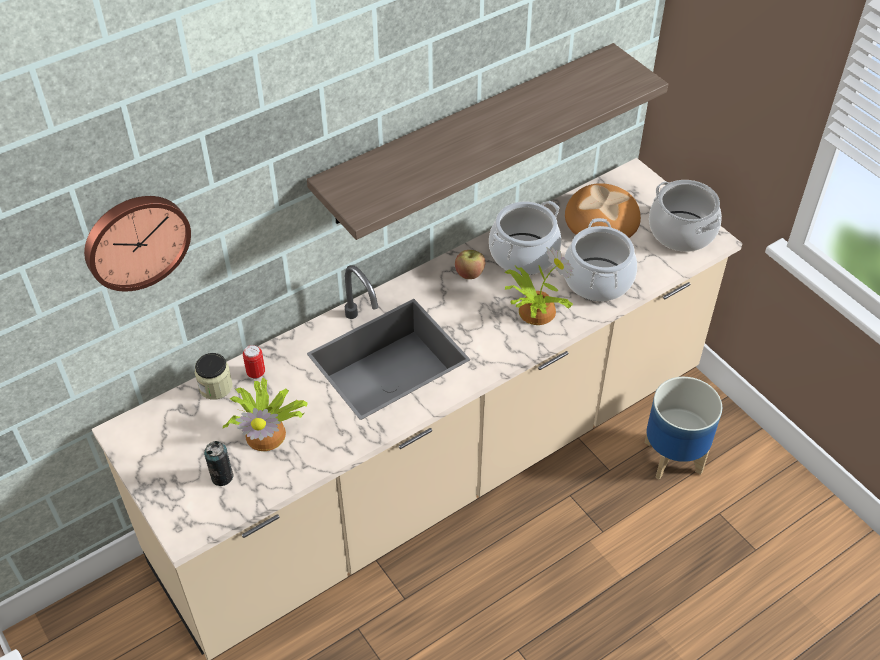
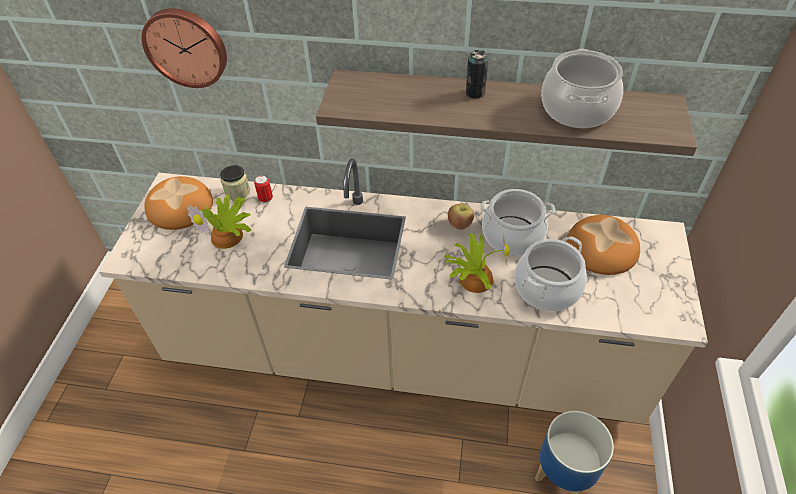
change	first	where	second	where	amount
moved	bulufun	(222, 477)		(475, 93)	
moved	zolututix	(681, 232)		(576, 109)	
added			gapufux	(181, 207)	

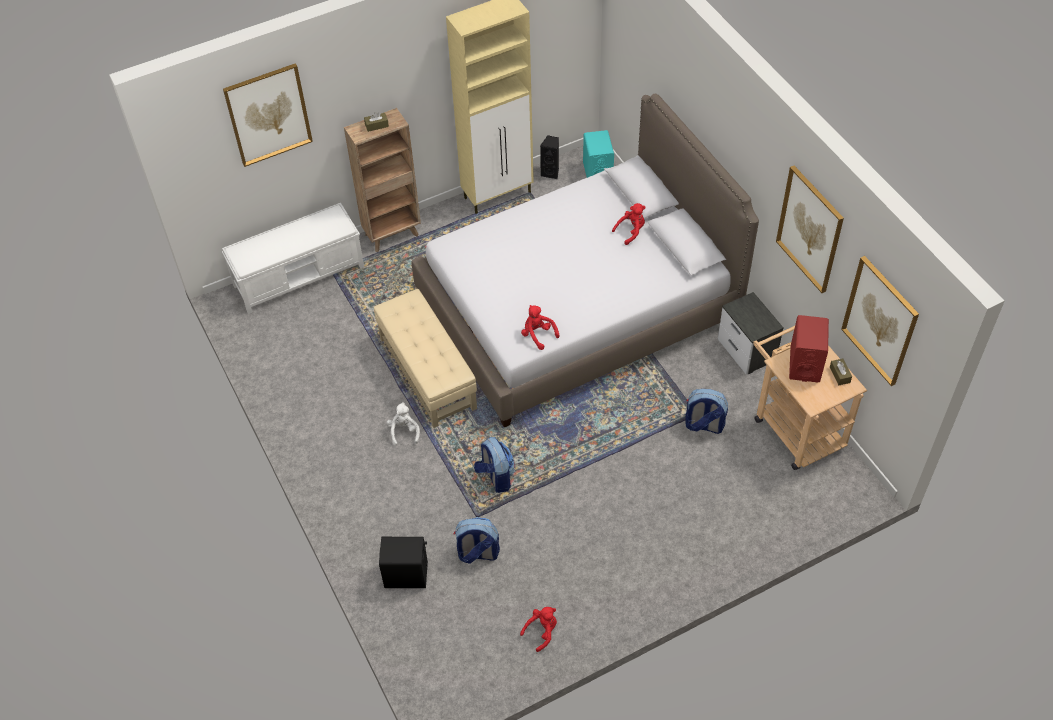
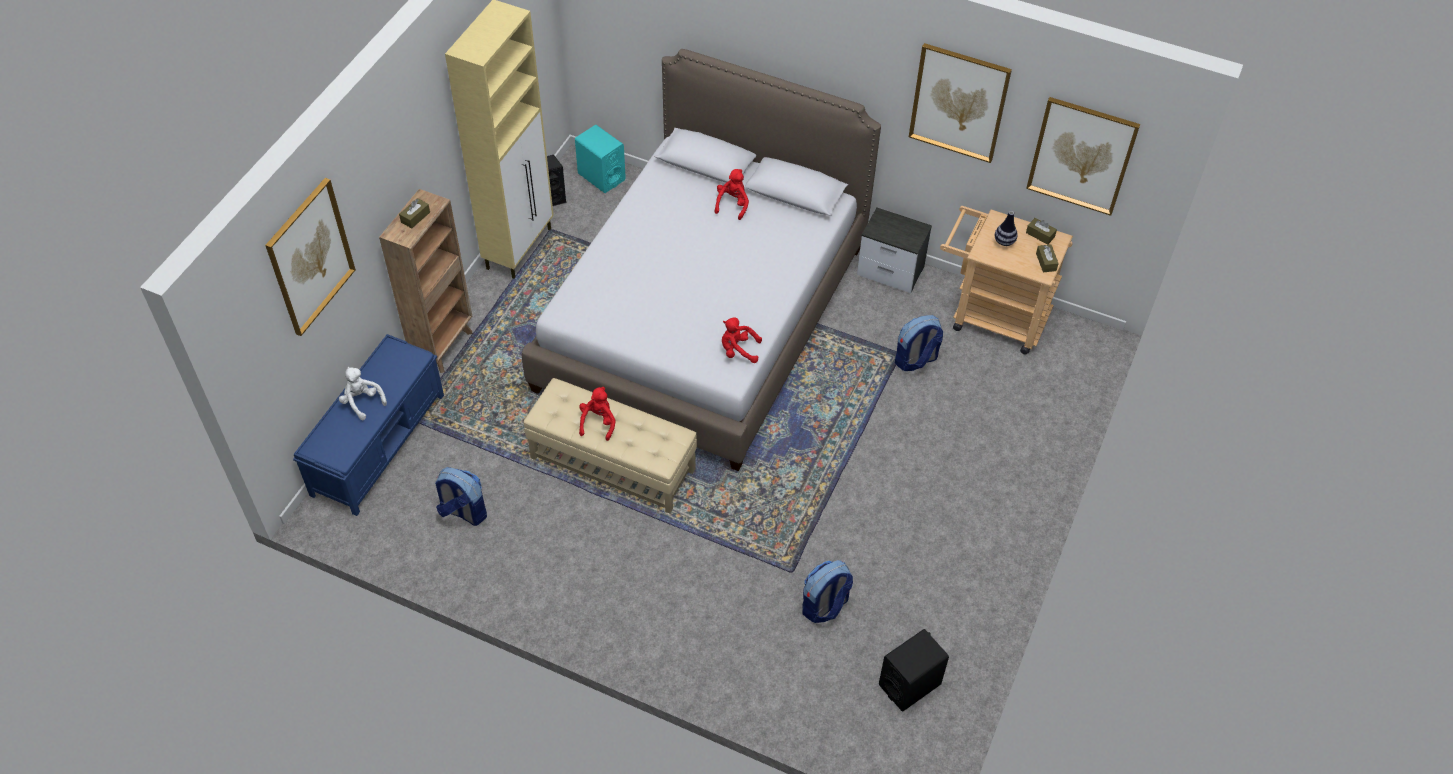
change	first	where	second	where	amount
recoloured	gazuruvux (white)	(300, 276)	gazuruvux (blue)	(379, 443)	
moved	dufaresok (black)	(406, 575)		(909, 684)	
moved	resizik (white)	(404, 431)		(362, 402)	
moved	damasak	(495, 477)		(463, 512)	
moved	resizik (red)	(542, 631)		(598, 422)	
replaced	dufaresok (red)	(804, 364)	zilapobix	(1004, 241)	
added			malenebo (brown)	(1046, 262)	

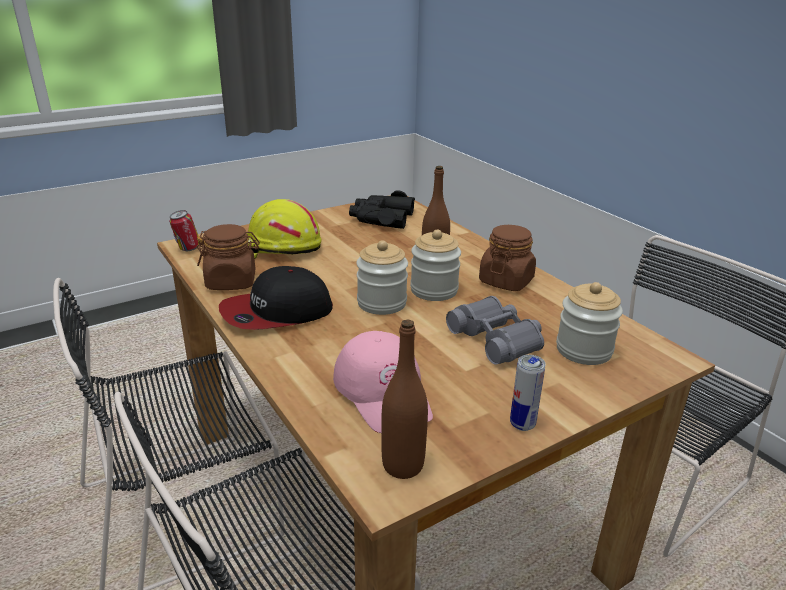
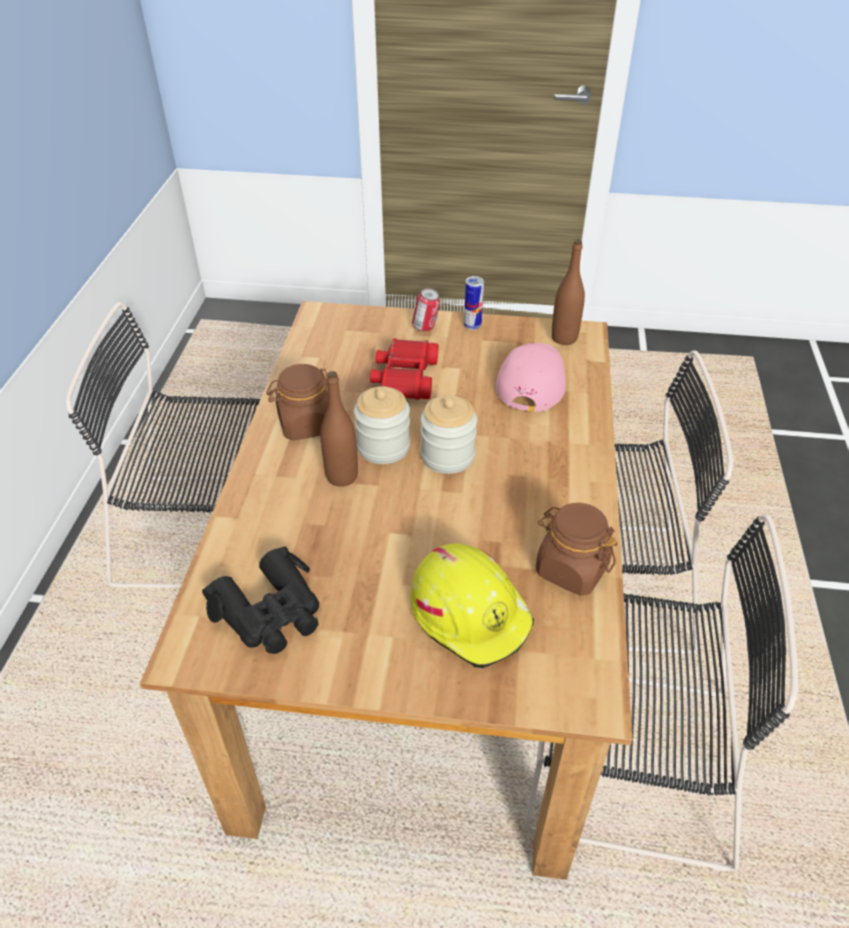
change	first	where	second	where	amount
moved	bulufun	(187, 249)		(426, 328)	
removed	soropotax	(276, 312)			
recoloured	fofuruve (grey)	(496, 339)	fofuruve (red)	(404, 378)	
removed	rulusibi	(583, 350)			

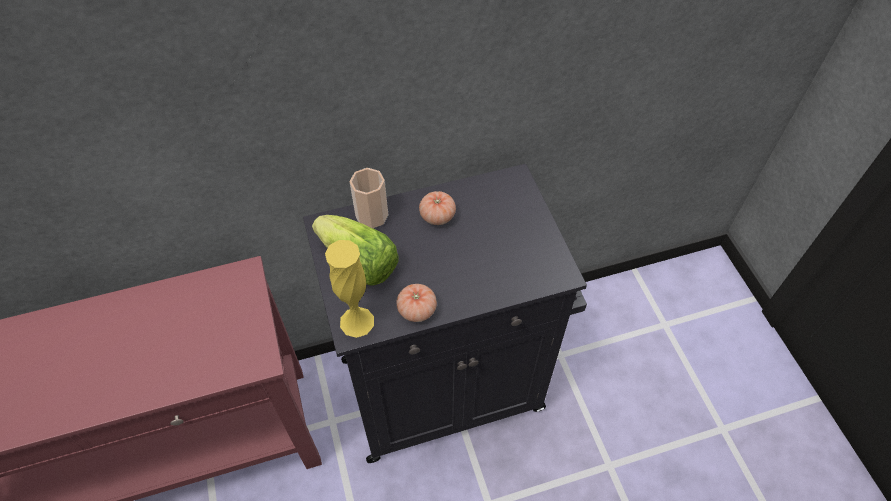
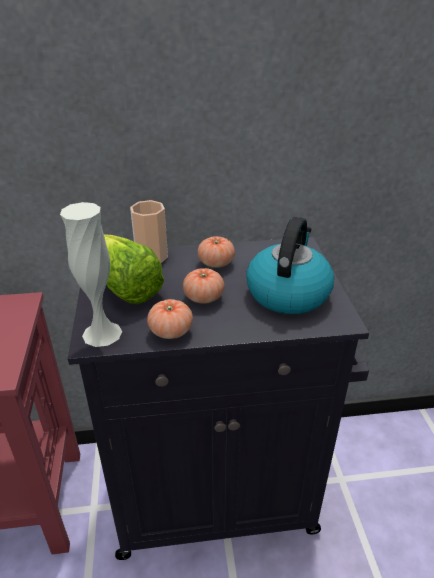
change	first	where	second	where	amount
recoloured	zilapobix (yellow)	(357, 321)	zilapobix (white)	(102, 333)	
added			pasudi	(203, 297)	
added			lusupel	(288, 292)	

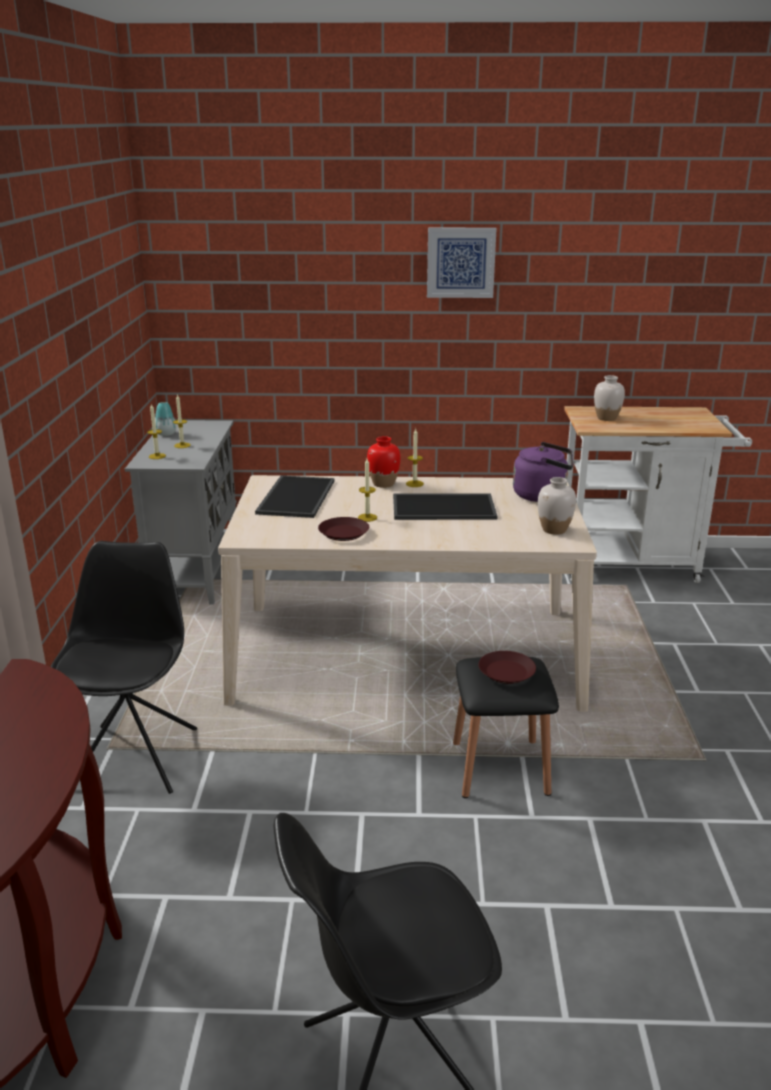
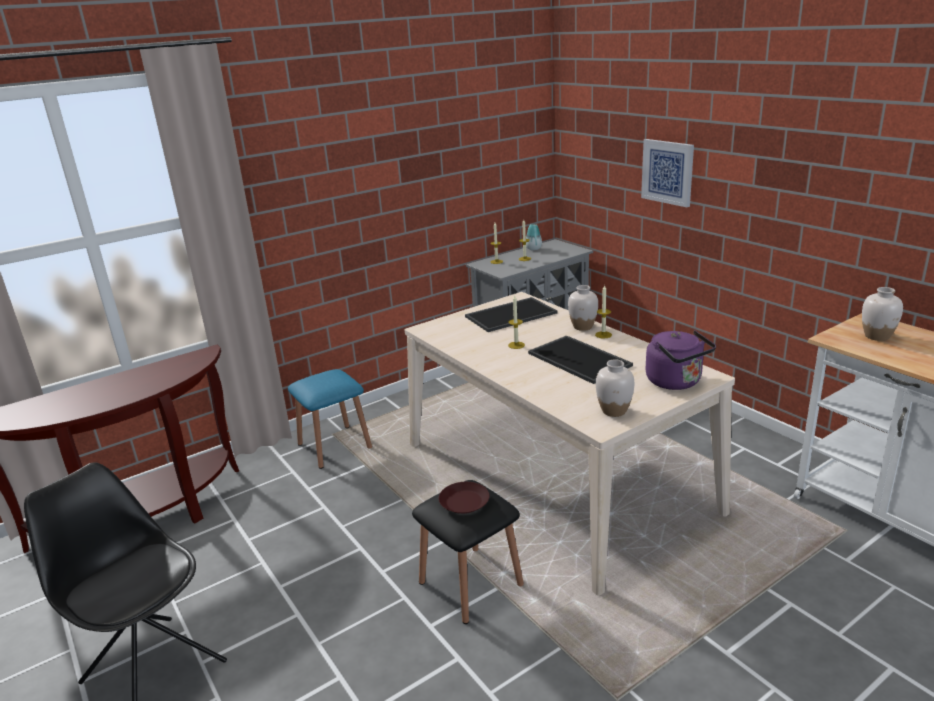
change	first	where	second	where	amount
replaced	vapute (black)	(136, 757)	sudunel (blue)	(334, 446)	
removed	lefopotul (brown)	(344, 533)			
recoloured	zilapobix (red)	(383, 484)	zilapobix (white)	(582, 327)	
moved	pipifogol	(460, 262)		(667, 172)	

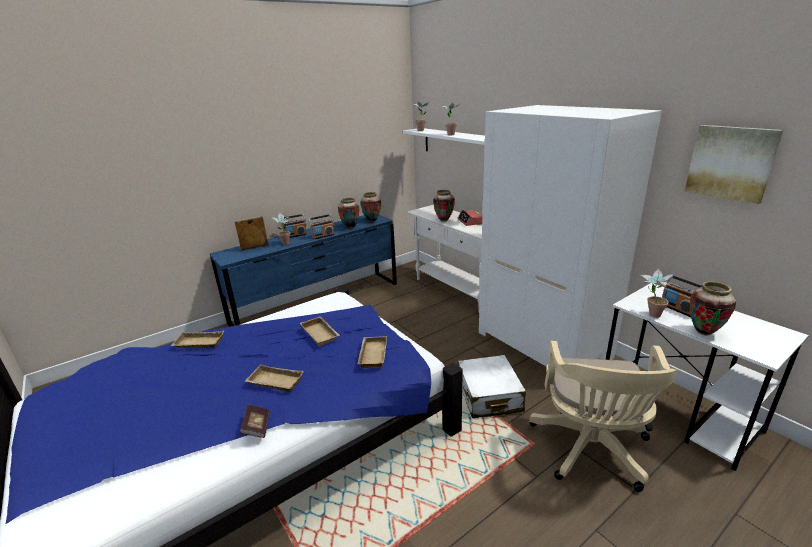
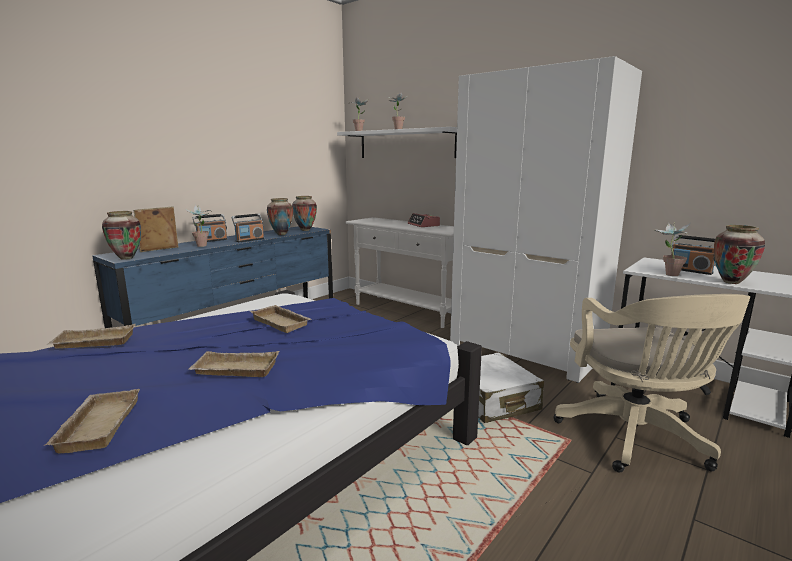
change	first	where	second	where	amount
removed	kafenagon	(257, 427)			
moved	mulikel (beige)	(372, 354)		(97, 425)	
moved	zilapobix	(444, 220)		(126, 258)	
removed	pipifogol	(730, 162)			

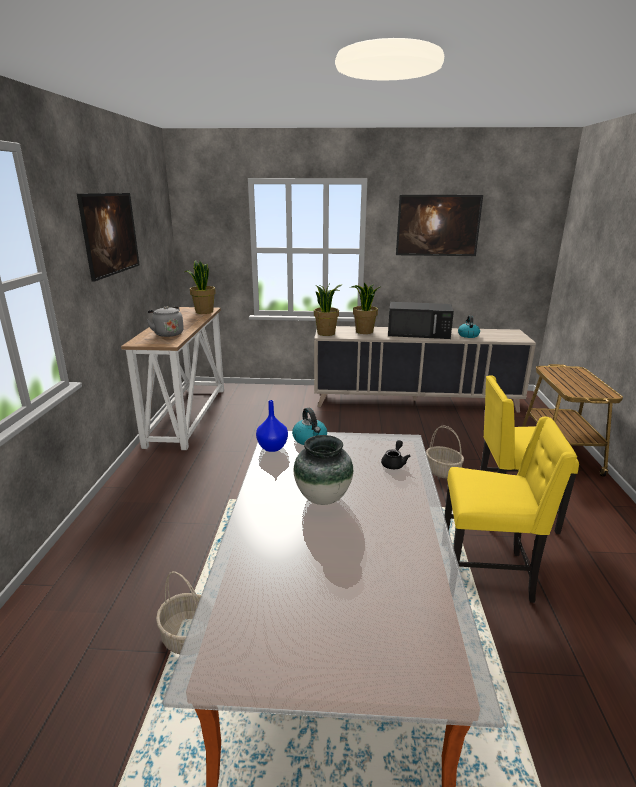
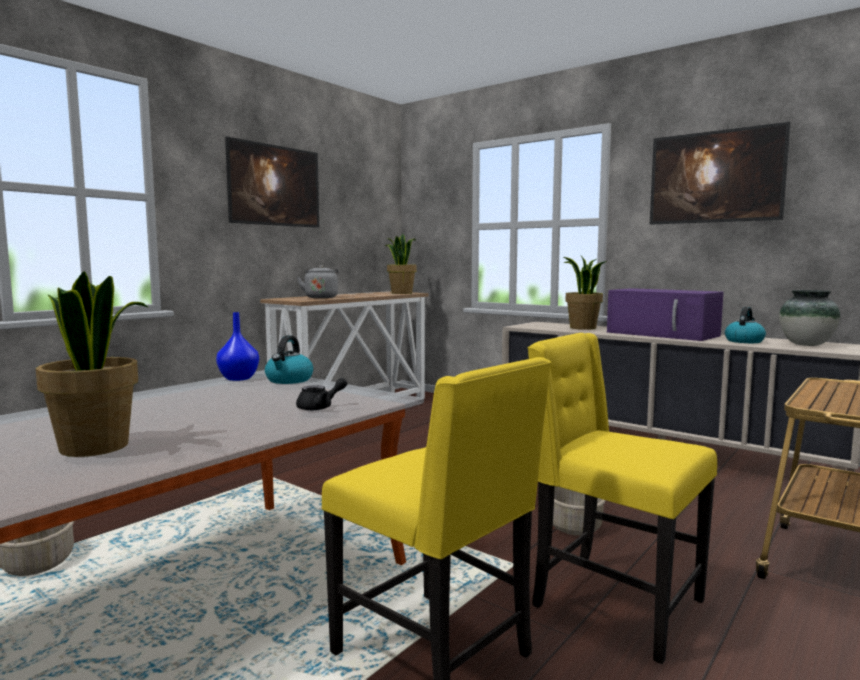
change	first	where	second	where	amount
moved	zilapobix	(322, 497)		(806, 344)	
moved	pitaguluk	(326, 333)		(96, 447)	
recoloured	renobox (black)	(419, 333)	renobox (purple)	(664, 334)	

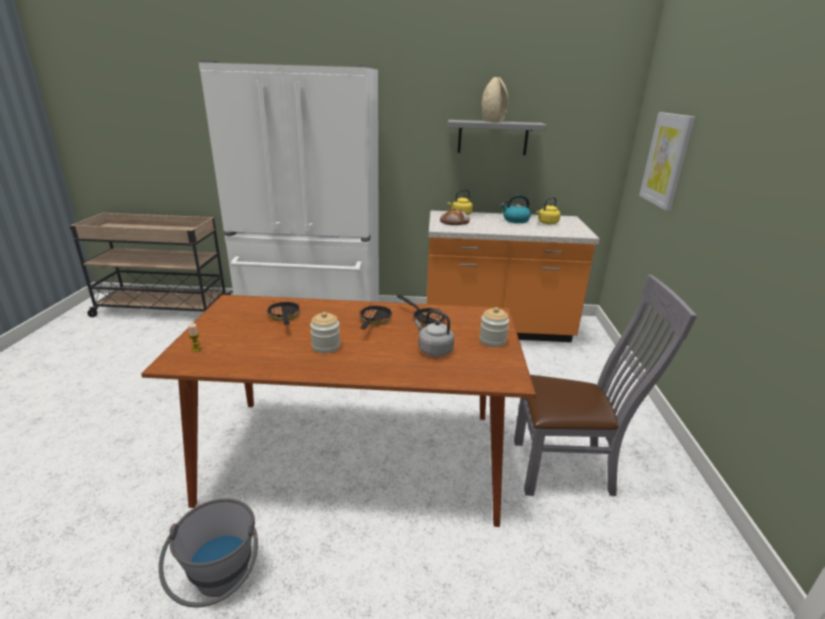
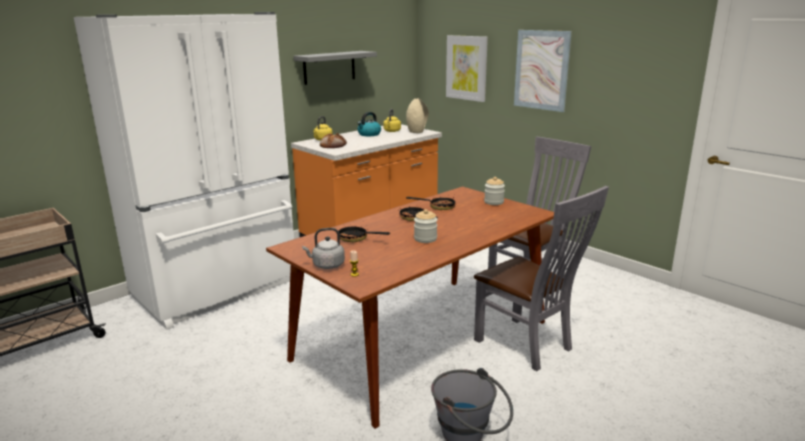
change	first	where	second	where	amount
moved	lusupel (grey)	(433, 350)		(326, 265)	
moved	zilapobix (beige)	(493, 121)		(417, 131)	
added			vapute (grey)	(528, 346)	
added			pipifogol	(541, 70)	

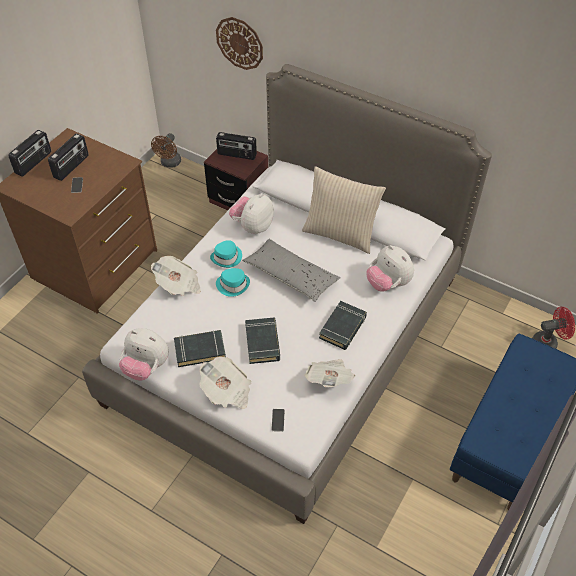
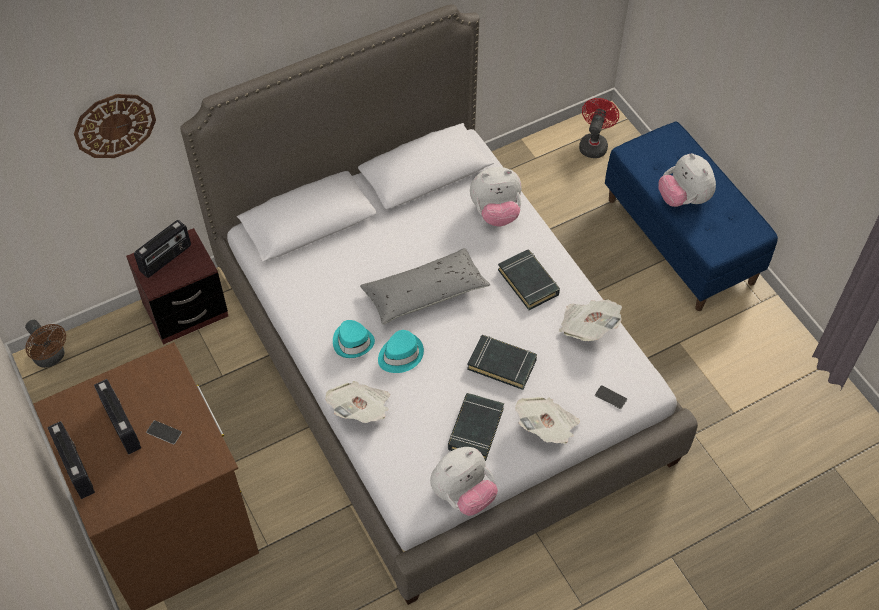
change	first	where	second	where	amount
moved	resizik	(252, 226)		(683, 199)	
removed	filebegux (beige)	(340, 234)			

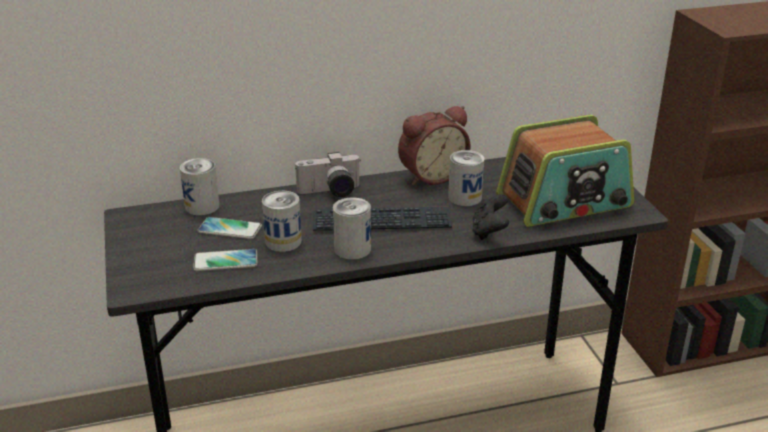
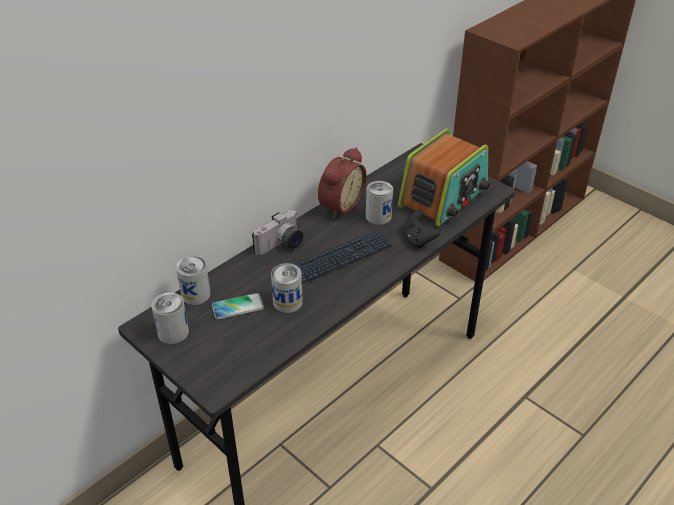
change	first	where	second	where	amount
removed	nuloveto	(225, 261)			
moved	bulufun	(352, 249)		(173, 332)	

